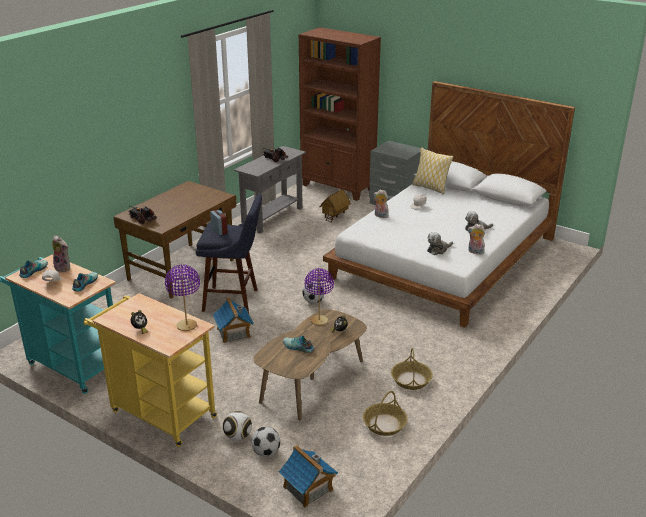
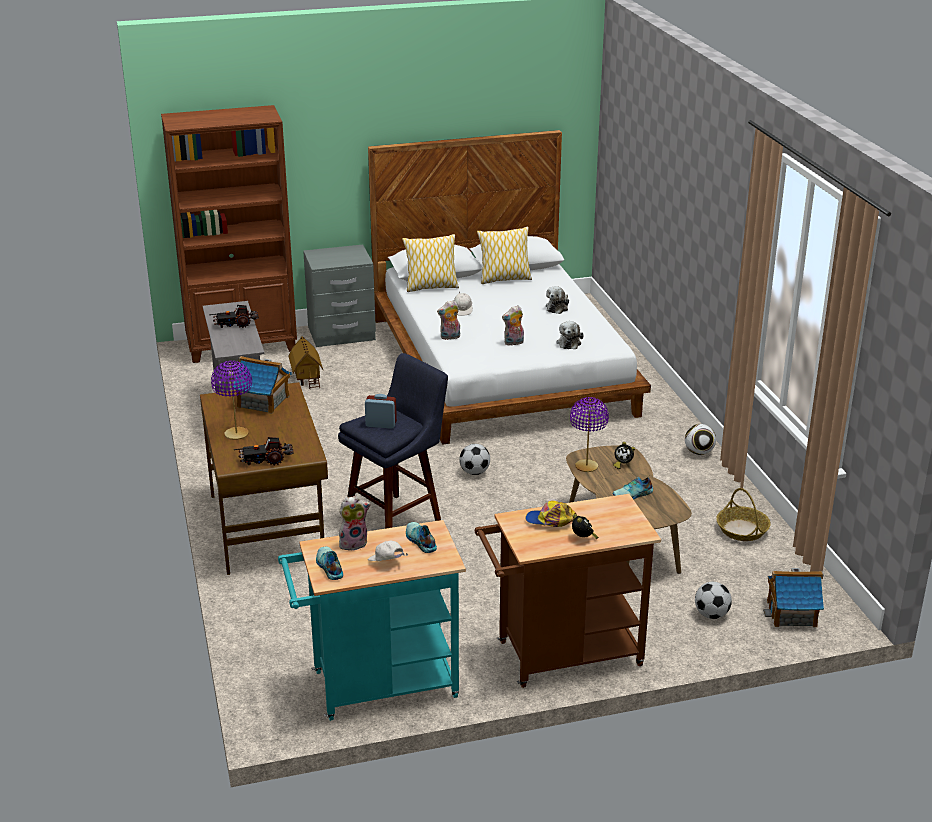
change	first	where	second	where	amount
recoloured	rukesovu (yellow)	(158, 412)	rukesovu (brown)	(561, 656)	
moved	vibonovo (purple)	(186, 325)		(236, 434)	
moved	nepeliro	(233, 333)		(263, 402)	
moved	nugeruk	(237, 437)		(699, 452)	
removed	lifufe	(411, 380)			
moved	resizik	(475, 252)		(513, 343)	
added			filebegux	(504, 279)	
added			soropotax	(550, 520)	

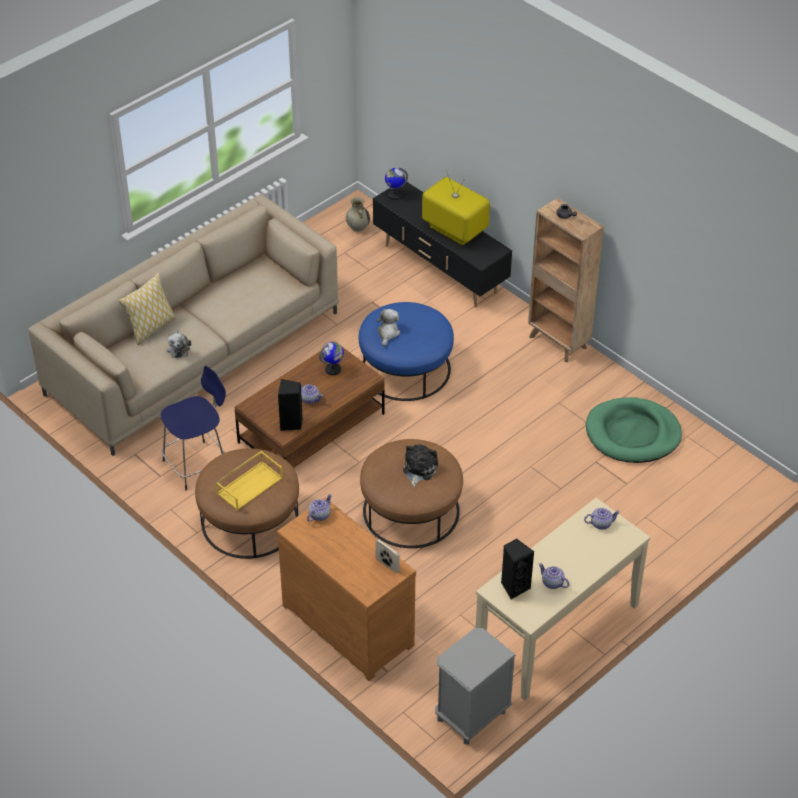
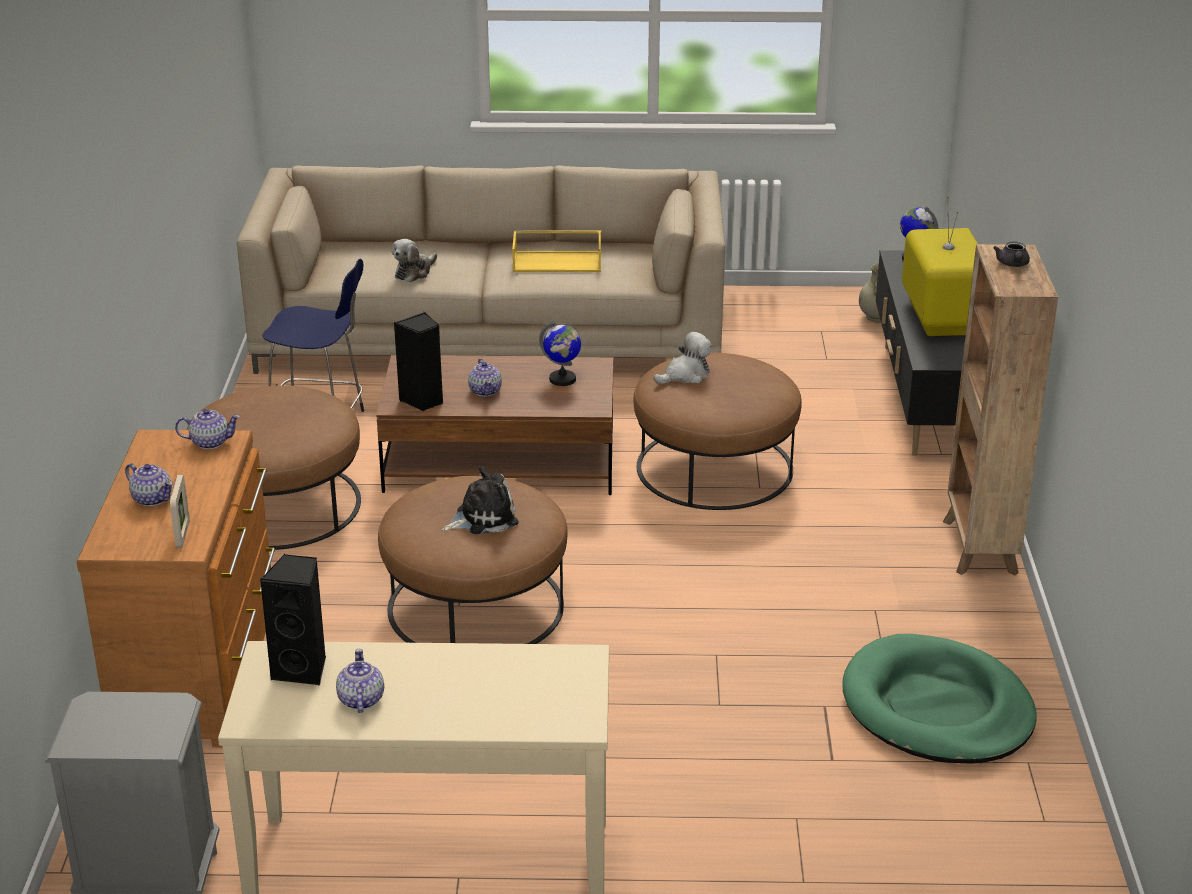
change	first	where	second	where	amount
removed	filebegux	(151, 328)			
moved	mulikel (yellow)	(250, 485)		(558, 261)	
recoloured	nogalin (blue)	(405, 369)	nogalin (brown)	(714, 468)	
moved	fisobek	(600, 523)		(152, 498)	

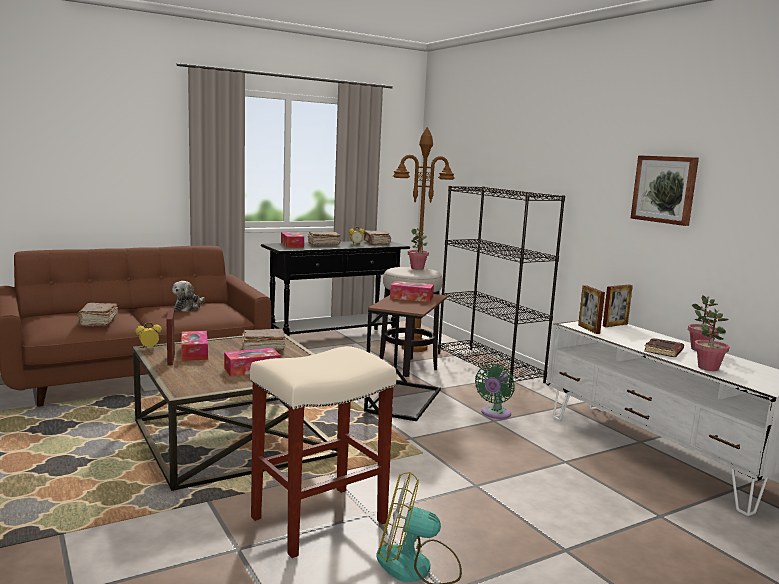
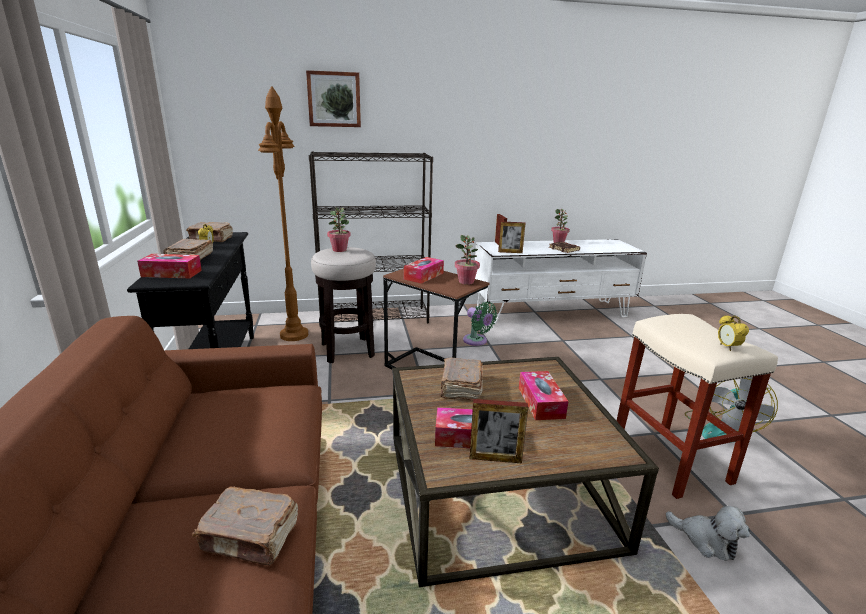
change	first	where	second	where	amount
moved	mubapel	(149, 348)		(727, 347)	
moved	resizik	(188, 308)		(706, 540)	
moved	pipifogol	(665, 189)		(334, 99)	
moved	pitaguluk	(708, 368)		(466, 282)	

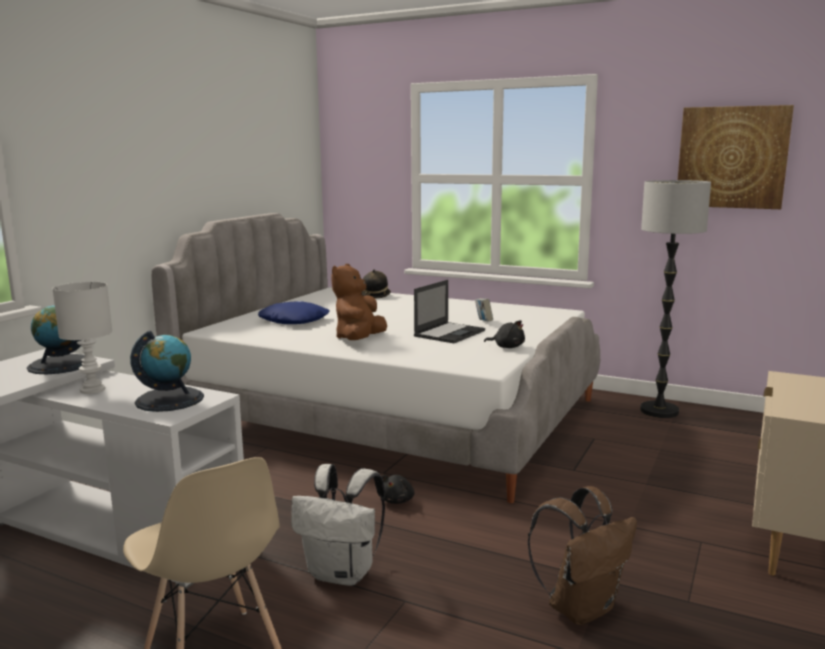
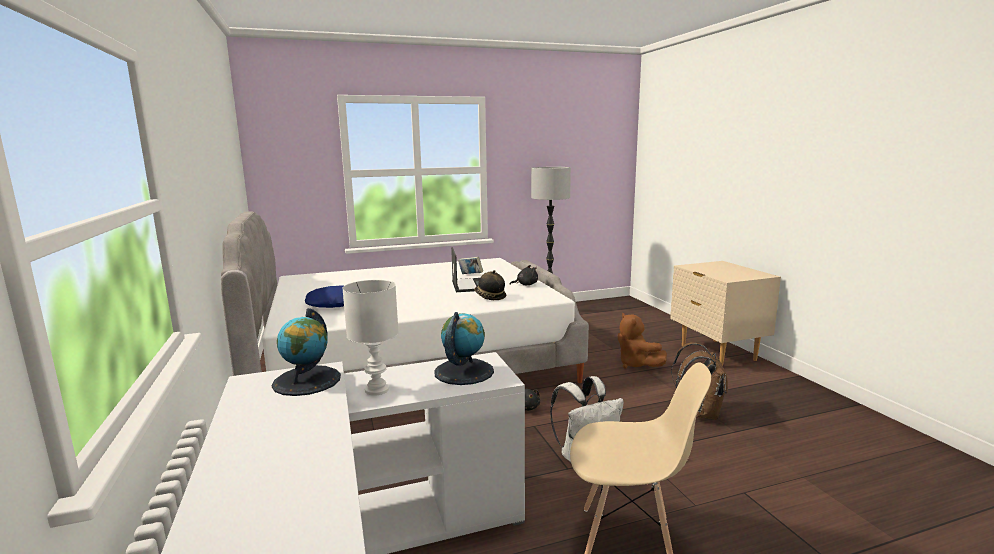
change	first	where	second	where	amount
moved	resizik (brown)	(359, 339)		(636, 364)	
moved	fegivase	(375, 295)		(489, 297)	
removed	pipifogol	(732, 157)			

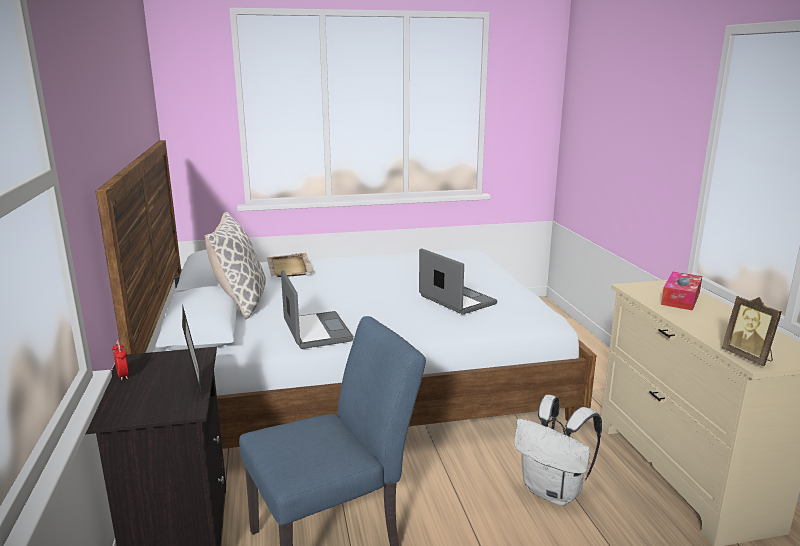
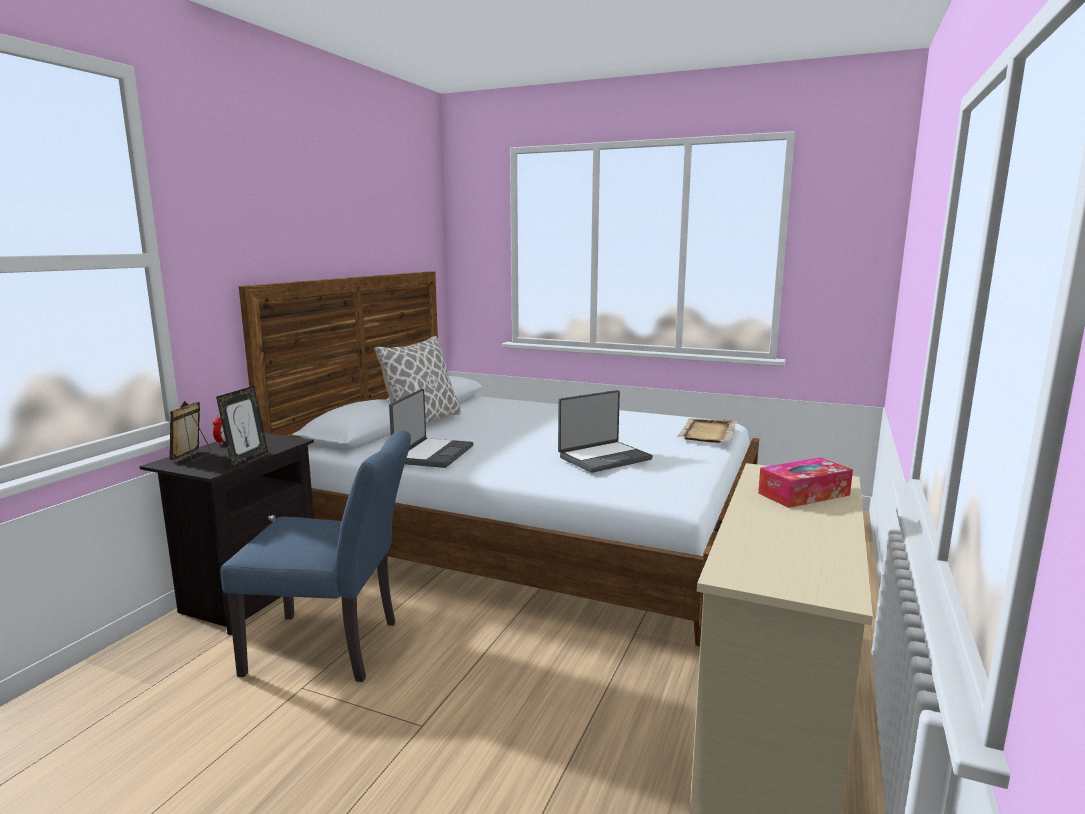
change	first	where	second	where	amount
moved	mulikel (beige)	(289, 268)		(707, 433)	
turned	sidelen	(456, 300)		(604, 458)	60 degrees clockwise
removed	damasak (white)	(553, 491)			
moved	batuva	(748, 357)		(192, 457)	

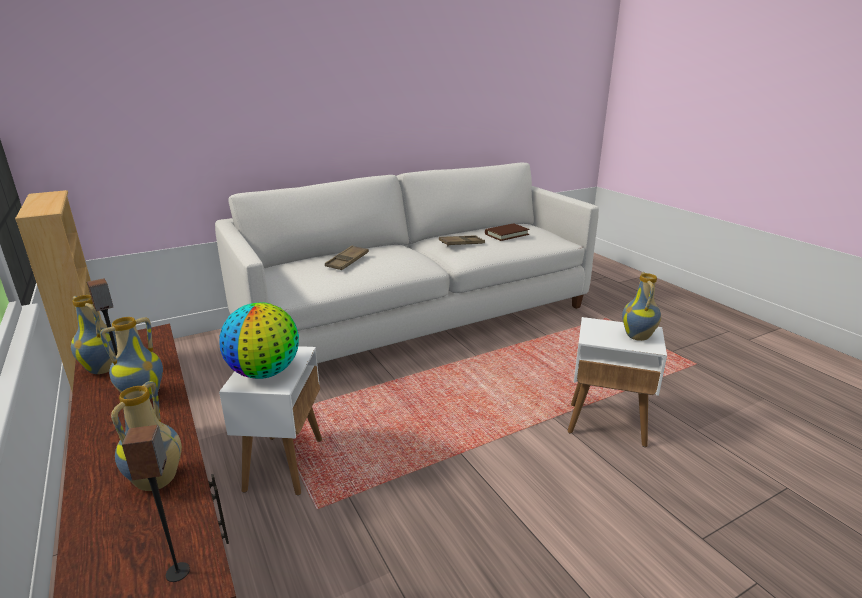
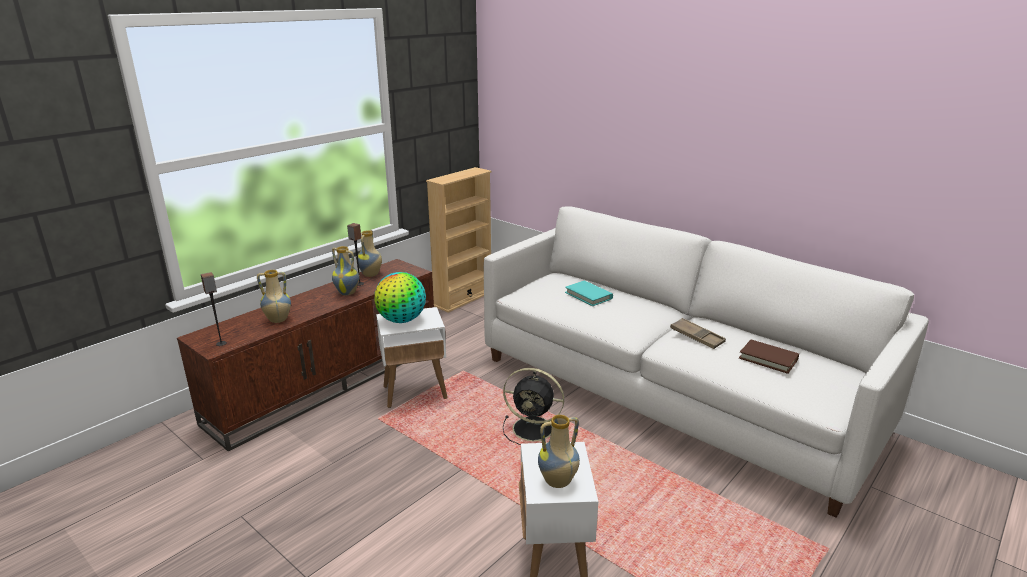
change	first	where	second	where	amount
replaced	mulikel (brown)	(347, 261)	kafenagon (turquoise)	(588, 295)	
added			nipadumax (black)	(535, 429)	

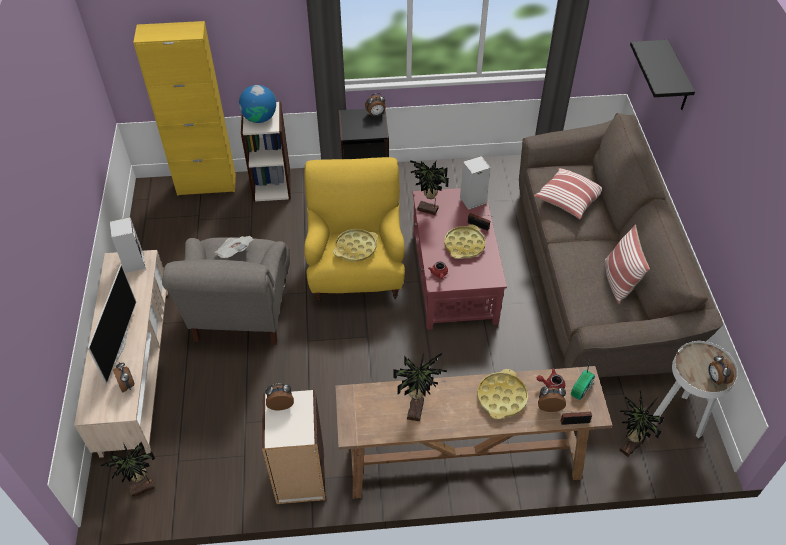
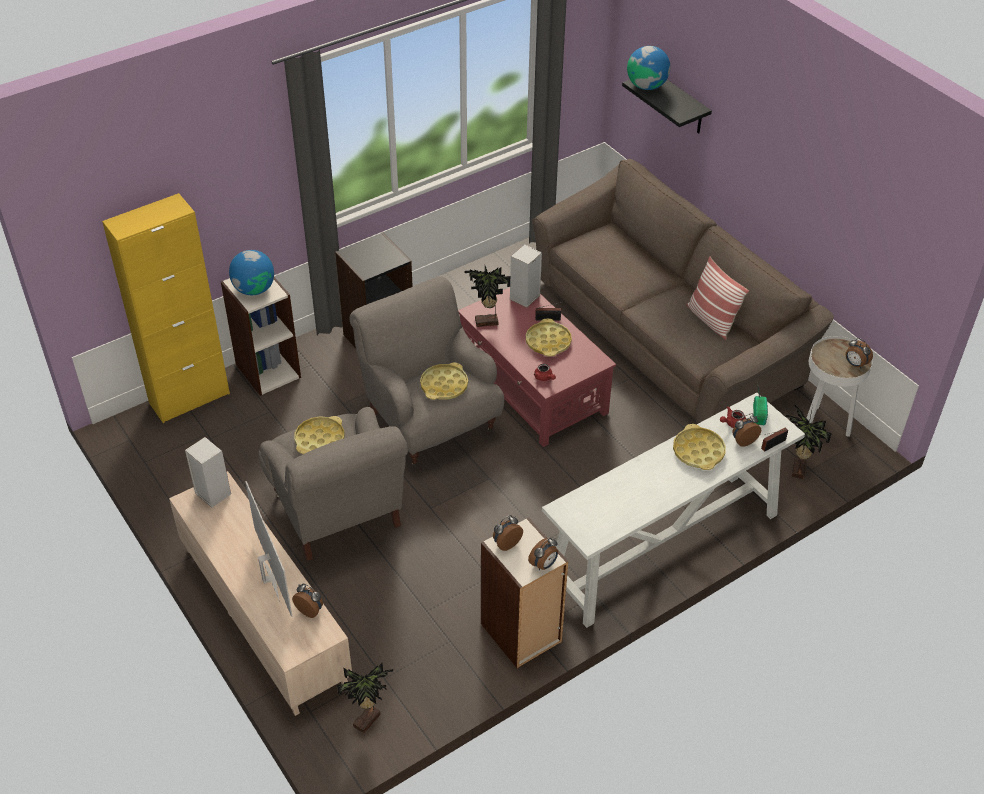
change	first	where	second	where	amount
replaced	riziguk	(235, 253)	mulikel (yellow)	(319, 439)	
recoloured	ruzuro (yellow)	(356, 271)	ruzuro (grey)	(430, 421)	
recoloured	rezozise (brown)	(462, 461)	rezozise (white)	(663, 548)	
moved	mubapel	(376, 114)		(544, 565)	
removed	pitaguluk	(417, 409)			
removed	filebegux	(568, 200)			
added			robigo	(646, 86)	

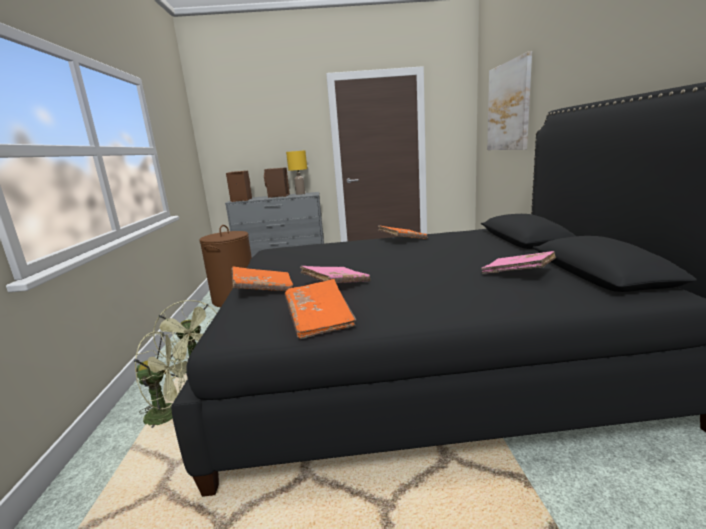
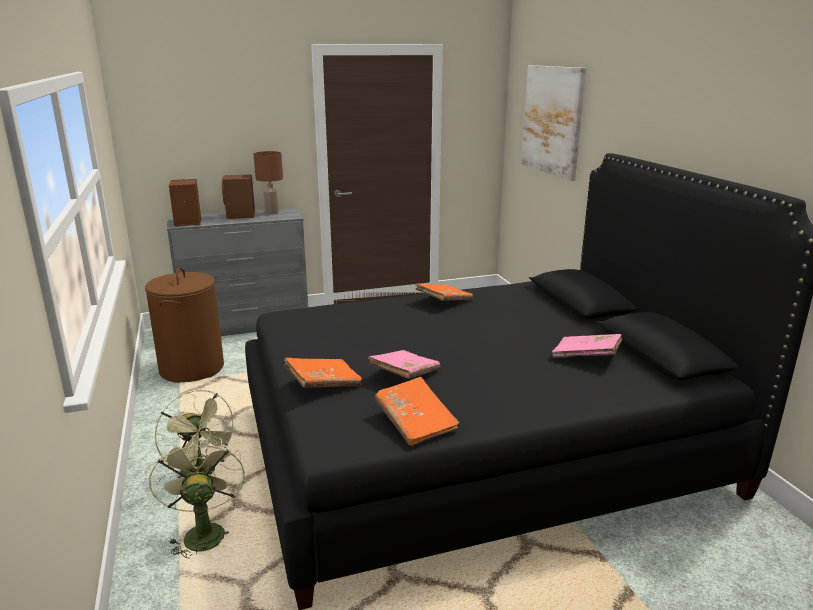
change	first	where	second	where	amount
turned	nipadumax (green)	(170, 413)		(203, 532)	90 degrees counterclockwise
recoloured	vibonovo (yellow)	(300, 194)	vibonovo (brown)	(271, 212)	

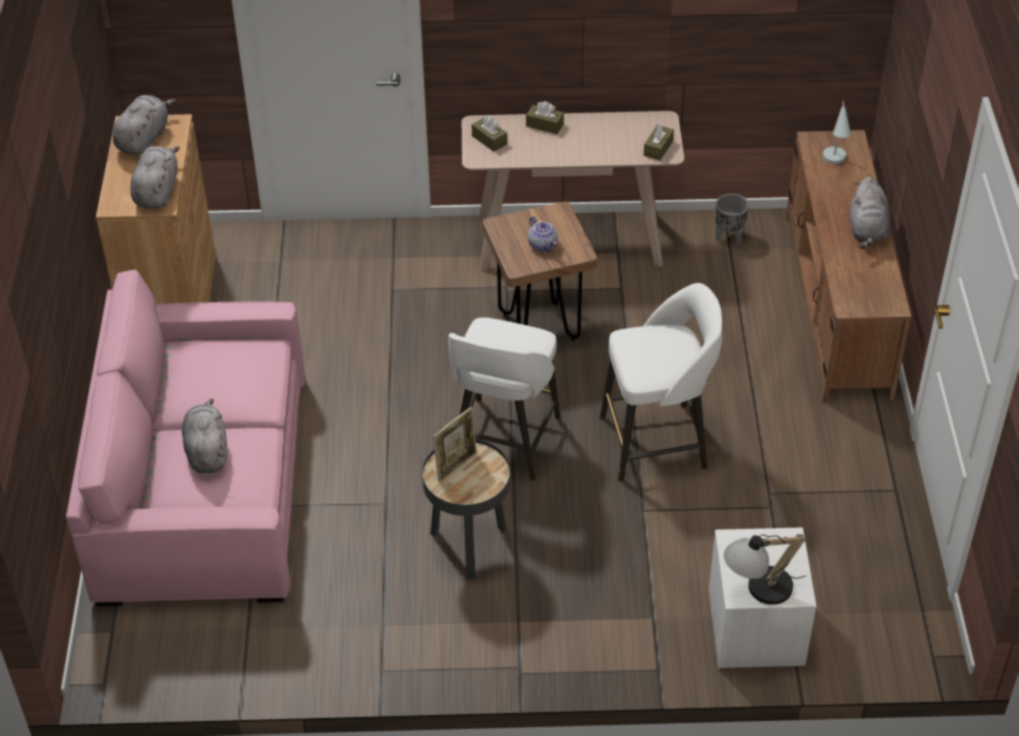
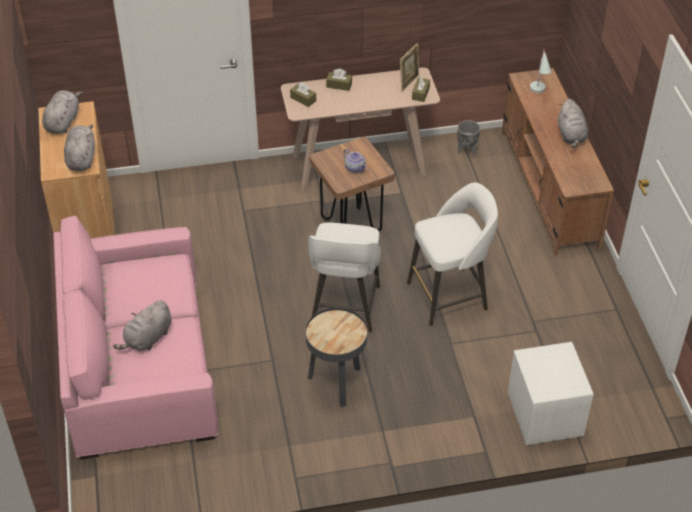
change	first	where	second	where	amount
turned	resizik (grey)	(207, 451)		(147, 339)	120 degrees counterclockwise
moved	batuva	(456, 466)		(409, 82)	
removed	vibonovo	(758, 590)			

